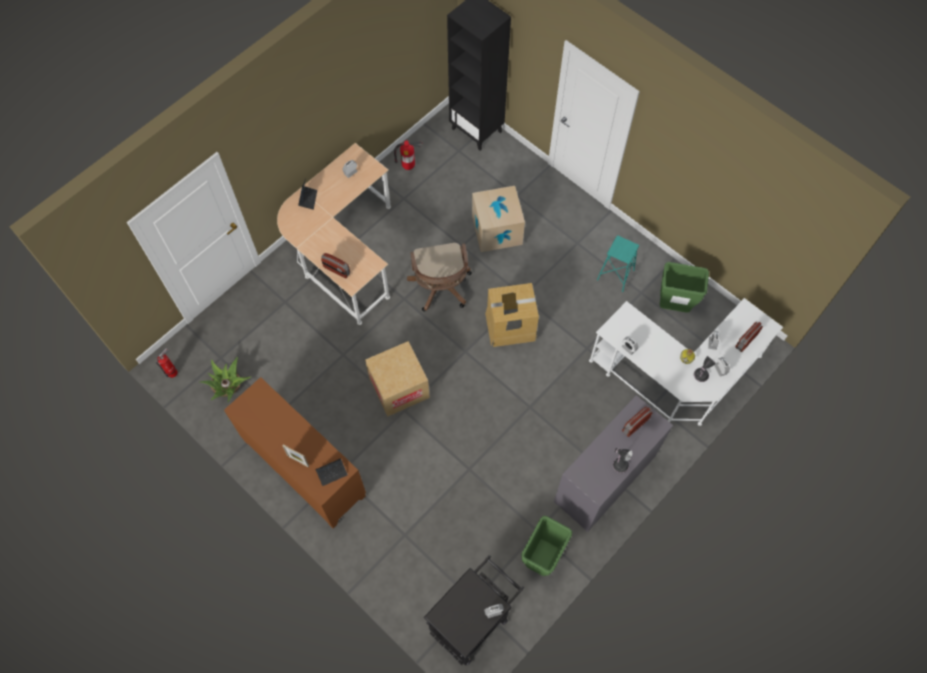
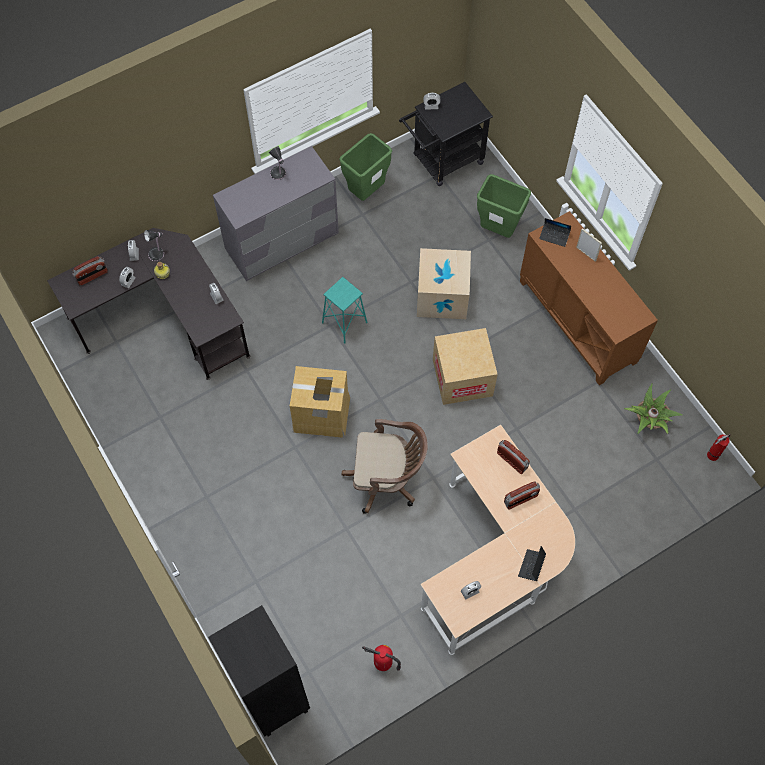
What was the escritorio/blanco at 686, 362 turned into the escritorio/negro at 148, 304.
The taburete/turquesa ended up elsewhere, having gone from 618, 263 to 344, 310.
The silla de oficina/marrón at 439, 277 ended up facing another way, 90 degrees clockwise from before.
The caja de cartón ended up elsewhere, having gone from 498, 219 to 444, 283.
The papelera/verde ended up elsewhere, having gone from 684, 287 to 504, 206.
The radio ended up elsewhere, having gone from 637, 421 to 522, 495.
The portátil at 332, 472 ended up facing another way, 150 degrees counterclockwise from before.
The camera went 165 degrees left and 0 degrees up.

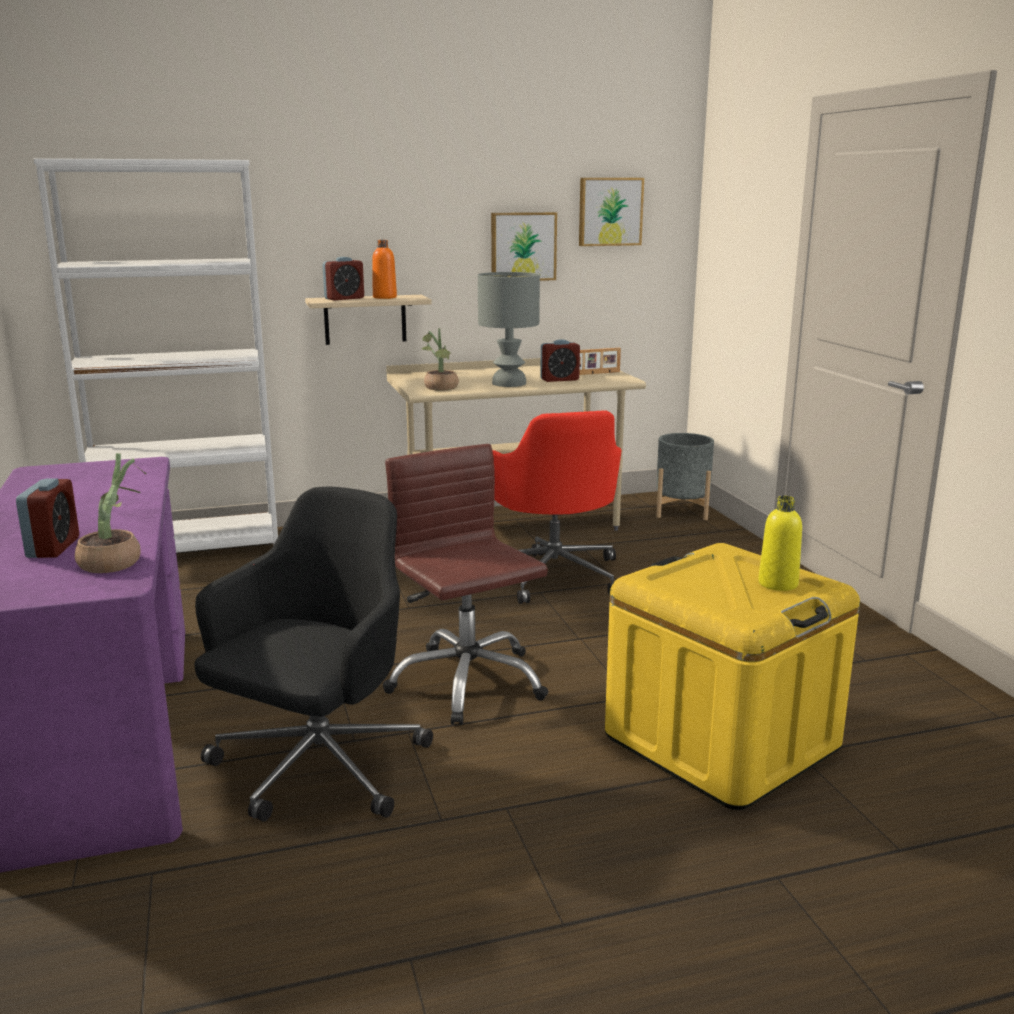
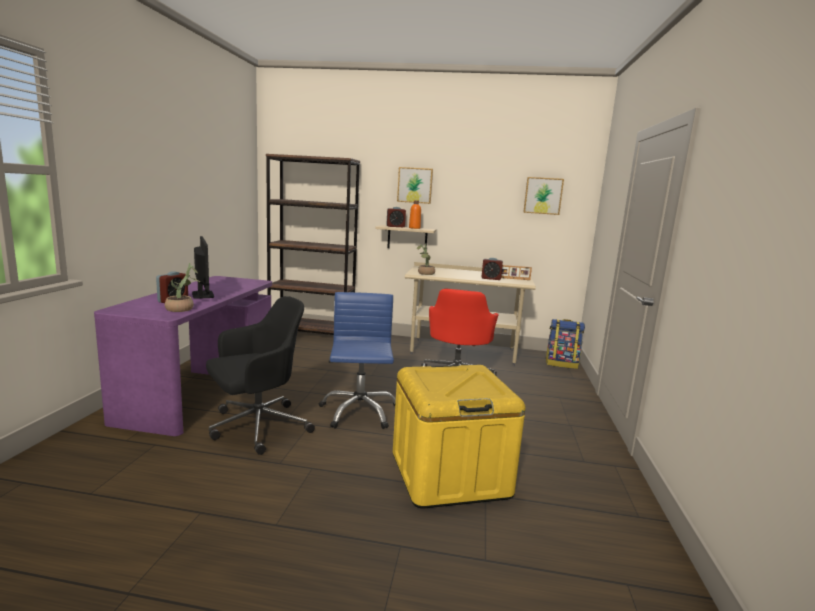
The second view gained the monitor at 203, 267.
What was the estantería/blanco at 156, 355 turned into the estantería/marrón at 313, 244.
What was the silla de oficina/marrón at 465, 584 turned into the silla de oficina/azul at 357, 360.
The cuadro ended up elsewhere, having gone from 524, 246 to 415, 185.
Where the maceta/gris stood at 685, 476, the mochila came to stand at 565, 344.
The second view lost the lámpara de mesa/gris at 509, 329.
The second view lost the botella/amarillo at 780, 543.
The camera went 25 degrees right and 5 degrees down.

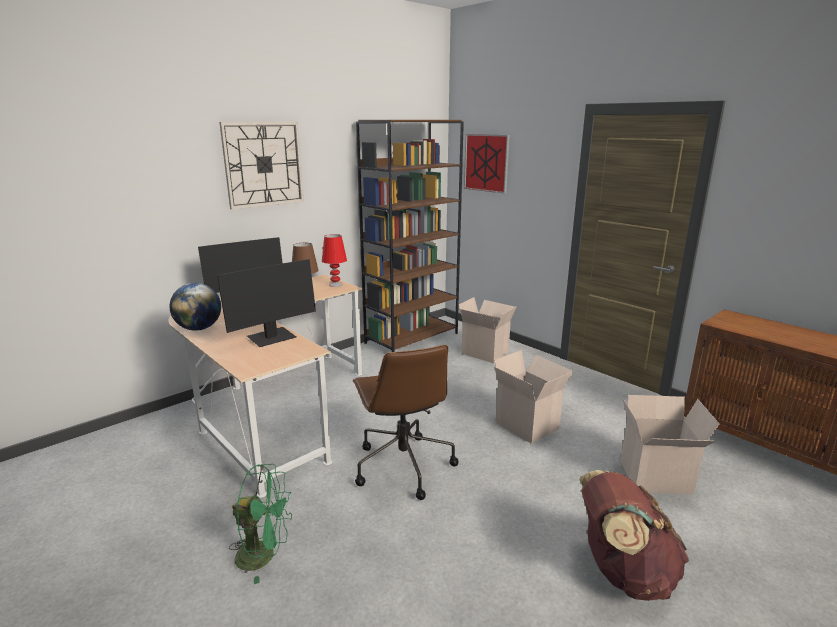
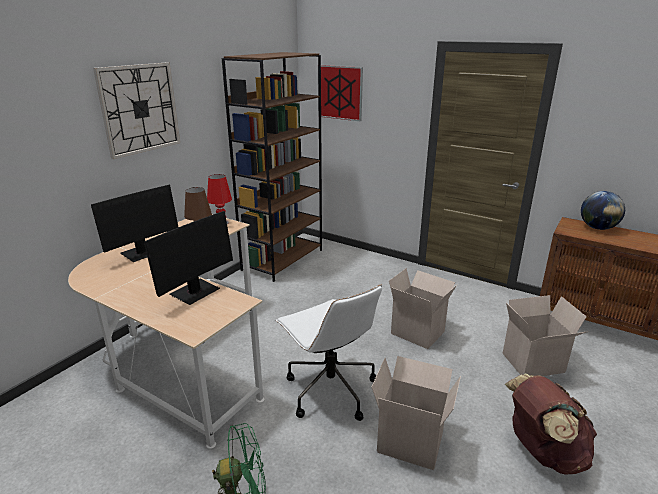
What was the silla de oficina/marrón at 406, 422 turned into the silla de oficina/blanco at 329, 352.
The caja de cartón ended up elsewhere, having gone from 488, 330 to 416, 413.
The globo terráqueo ended up elsewhere, having gone from 195, 307 to 603, 210.
The camera went 15 degrees left and 5 degrees up.

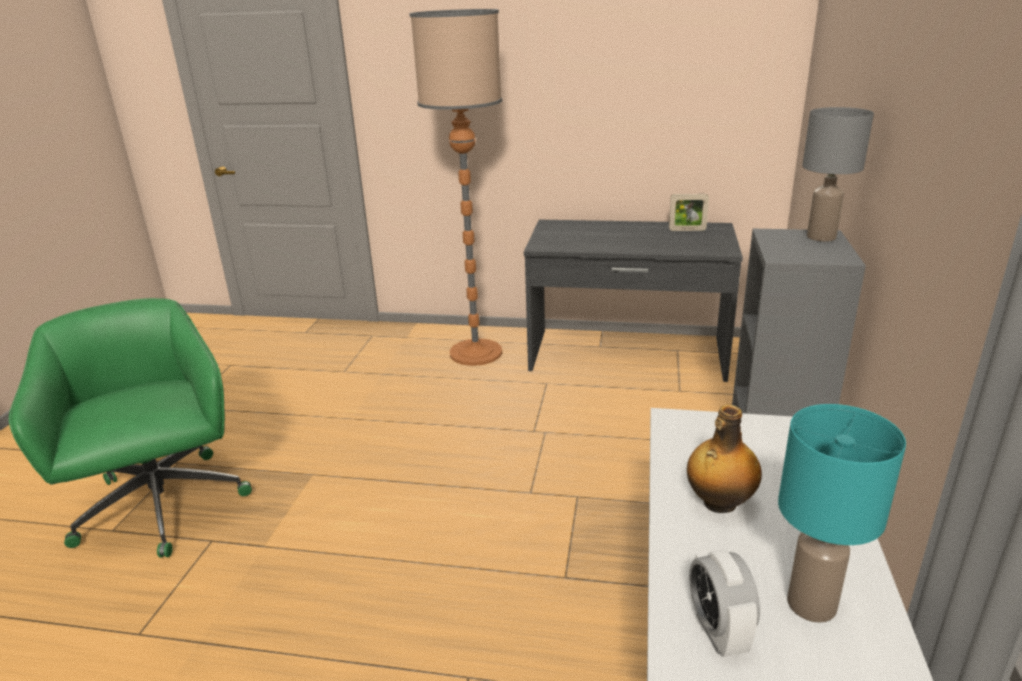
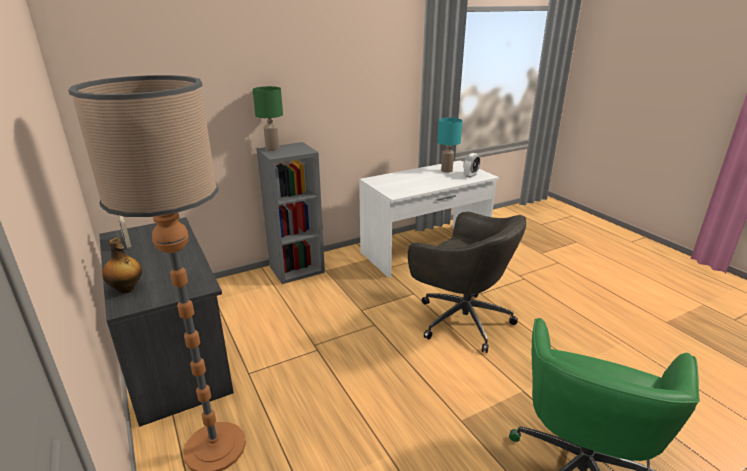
The botella ended up elsewhere, having gone from 724, 458 to 122, 266.
What was the lámpara de mesa/gris at 838, 174 turned into the lámpara de mesa/verde at 268, 118.
The second view gained the silla de oficina/gris at 467, 282.
The camera went 130 degrees left and 0 degrees up.

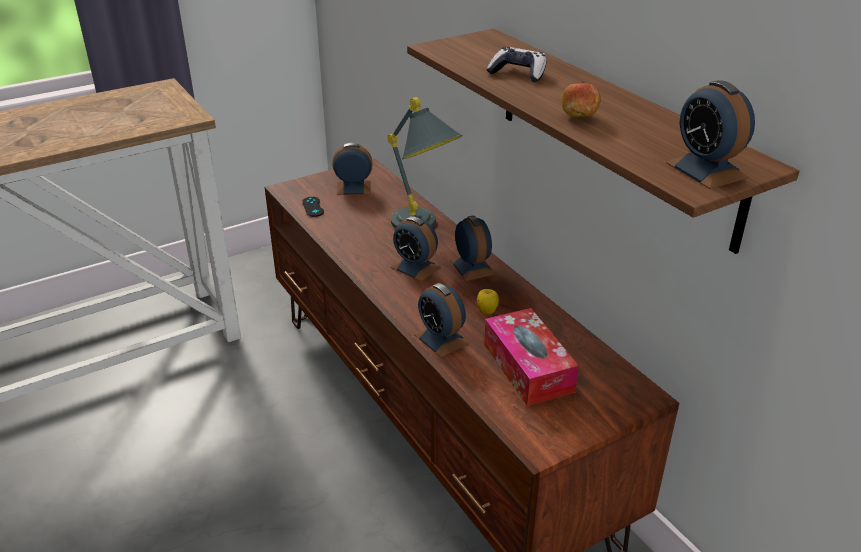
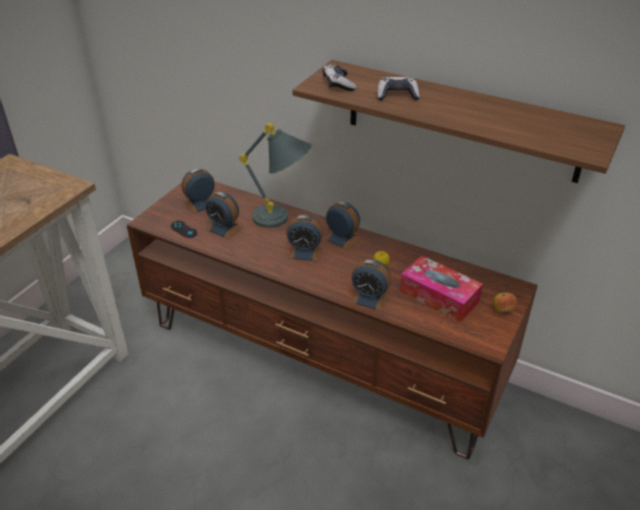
The despertador ended up elsewhere, having gone from 710, 134 to 224, 215.
The second view gained the mando de consola at 339, 77.
The manzana ended up elsewhere, having gone from 581, 99 to 505, 302.
The camera went 30 degrees left and 5 degrees up.

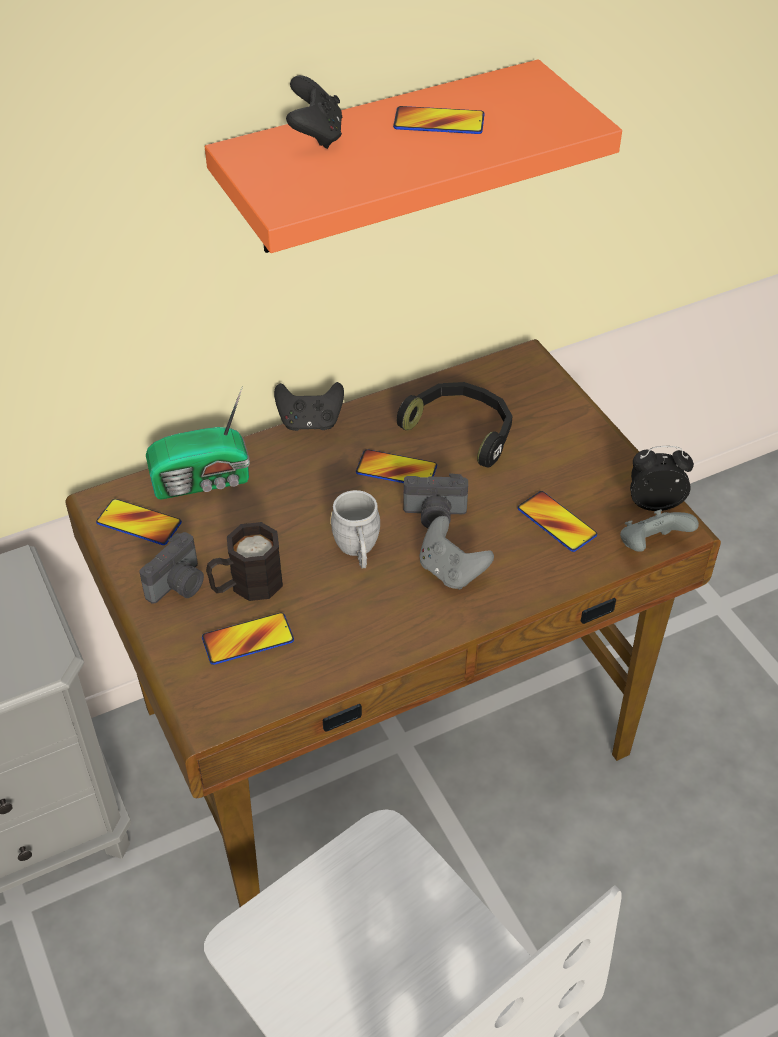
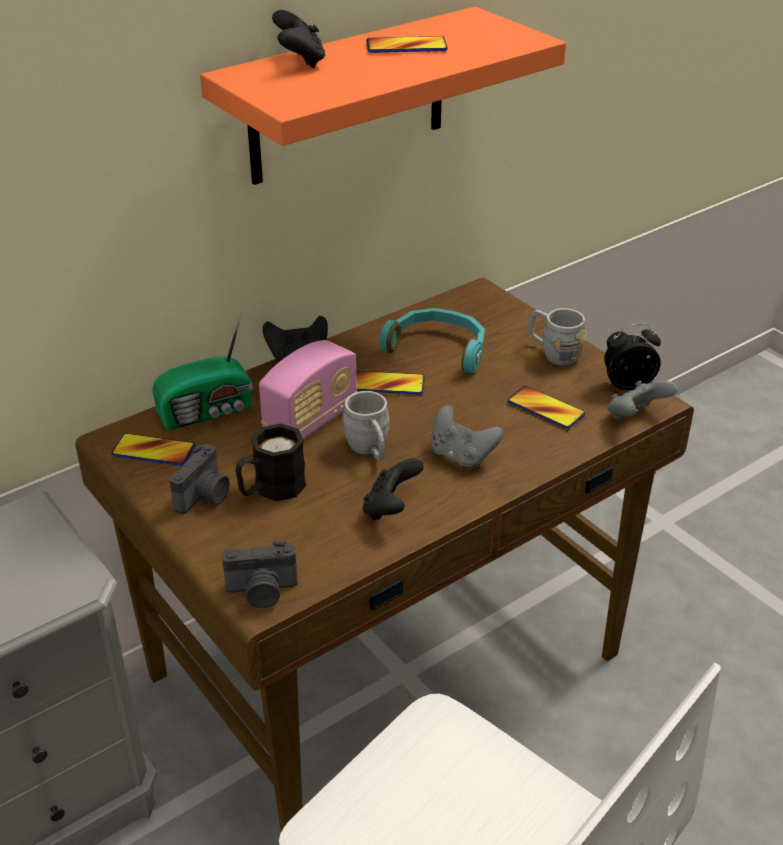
The cámara ended up elsewhere, having gone from 435, 500 to 260, 574.
The second view gained the radio at 308, 389.
The second view gained the mando de consola/negro at 393, 489.
What was the auriculares/negro at 455, 425 turned into the auriculares/turquesa at 432, 340.
The second view gained the taza grande/gris at 557, 337.
The second view lost the móvil at 248, 639.
The camera went 10 degrees left and 10 degrees down.

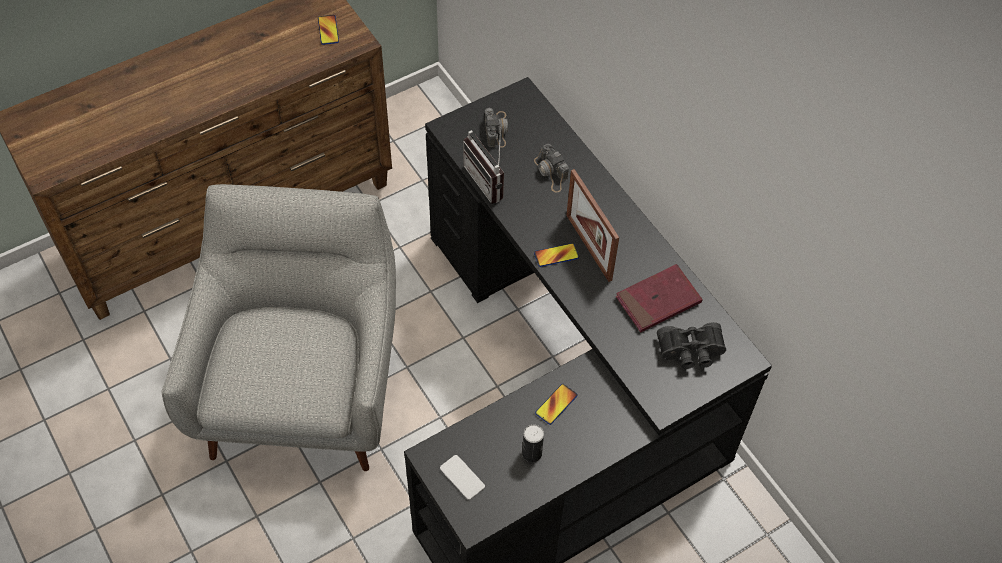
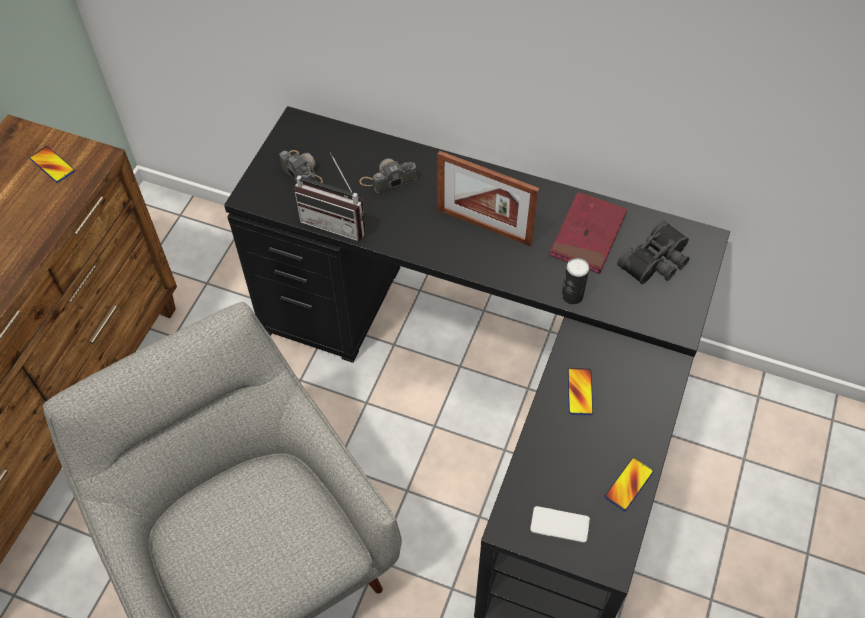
The cámara at 551, 168 ended up facing another way, 135 degrees clockwise from before.
The lata ended up elsewhere, having gone from 533, 443 to 575, 281.
The móvil ended up elsewhere, having gone from 556, 255 to 629, 484.
The camera went 35 degrees left and 0 degrees up.

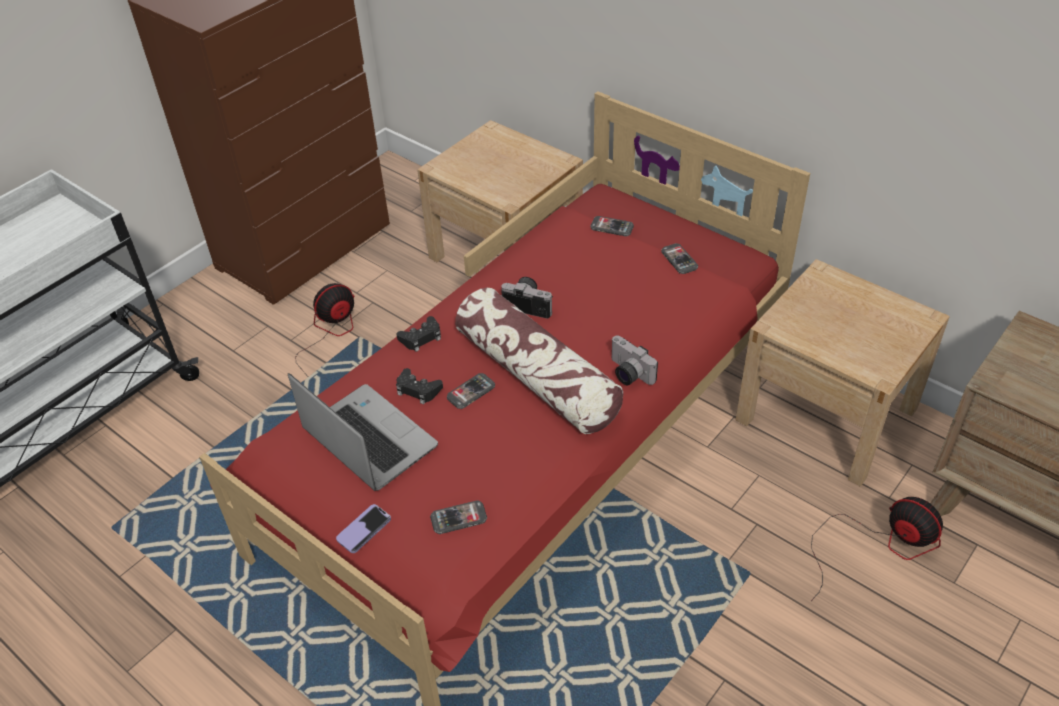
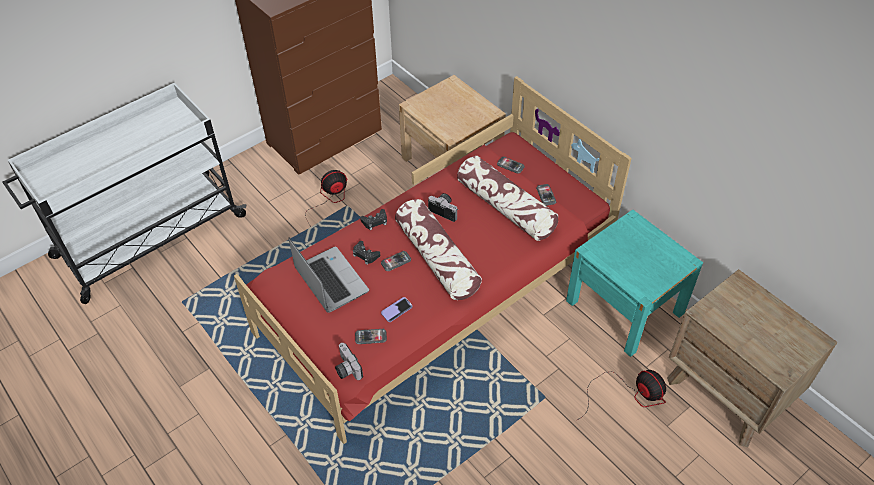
The cámara ended up elsewhere, having gone from 635, 360 to 349, 361.
The móvil ended up elsewhere, having gone from 363, 528 to 396, 309.
The second view gained the cojín at 507, 198.
What was the mesita de noche/beis at 843, 372 turned into the mesita de noche/turquesa at 634, 283.
The camera went 10 degrees right and 5 degrees up.

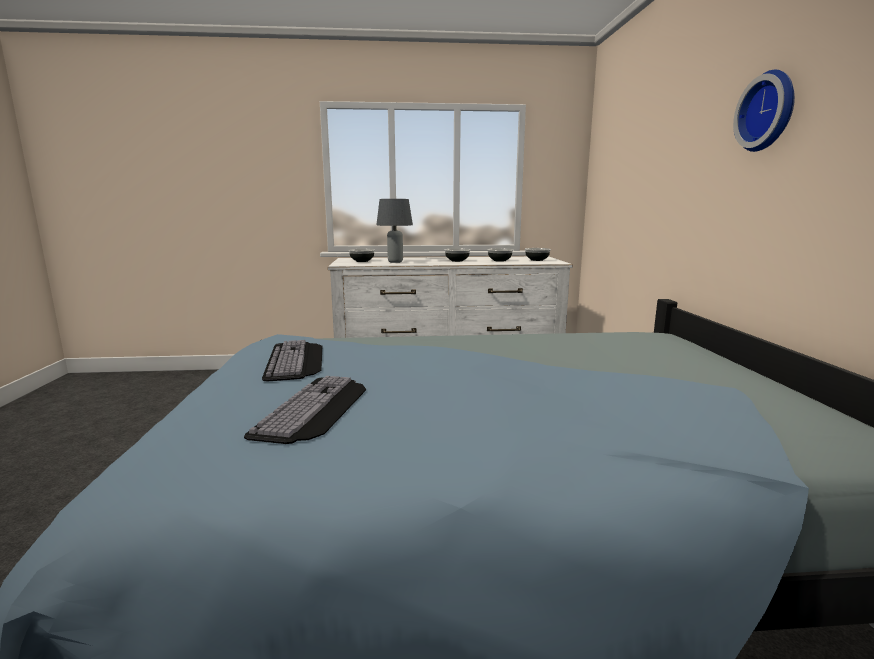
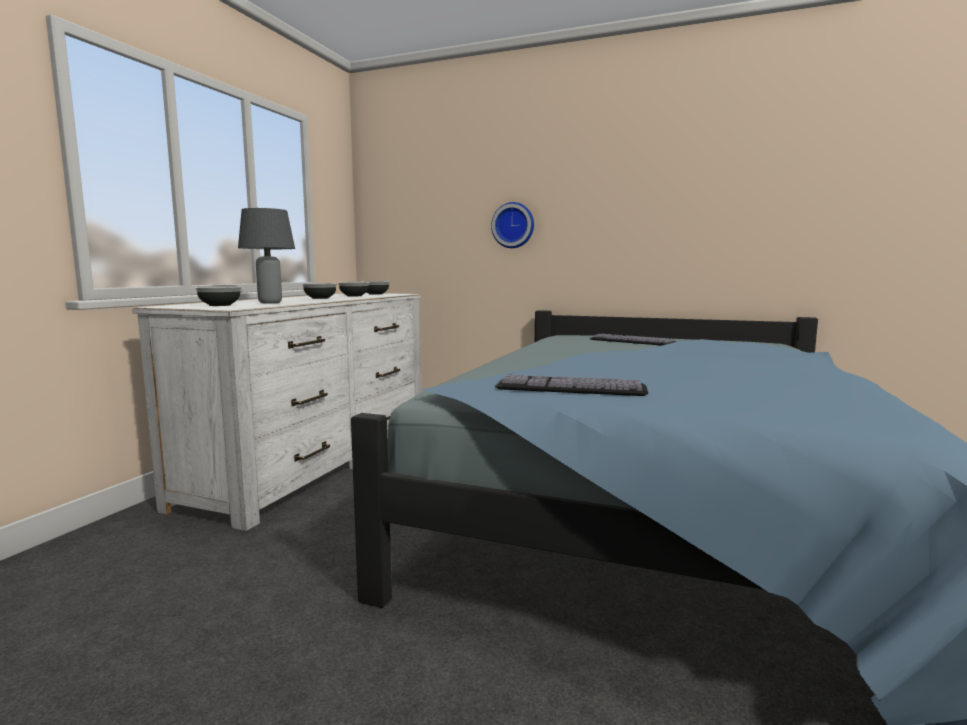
The reloj de pared ended up elsewhere, having gone from 764, 111 to 512, 225.
The teclado ended up elsewhere, having gone from 305, 410 to 632, 340.
The camera went 65 degrees left and 5 degrees down.

